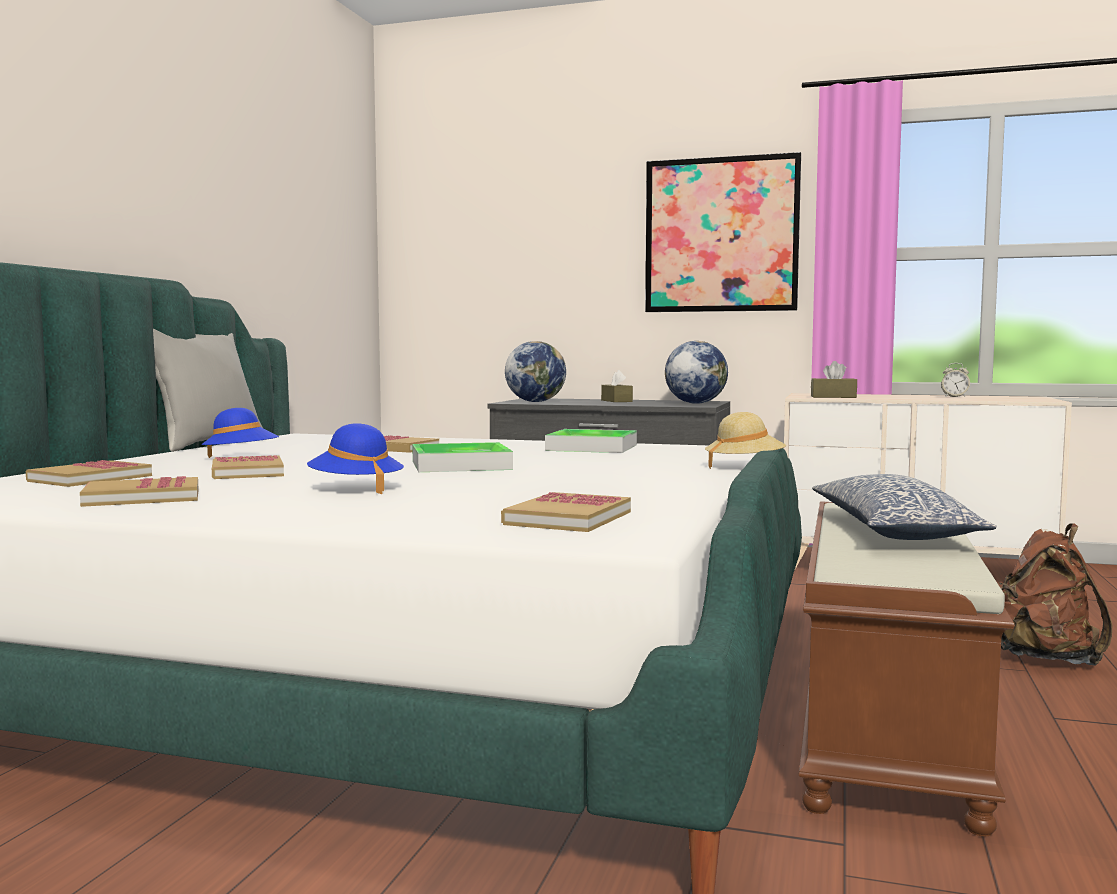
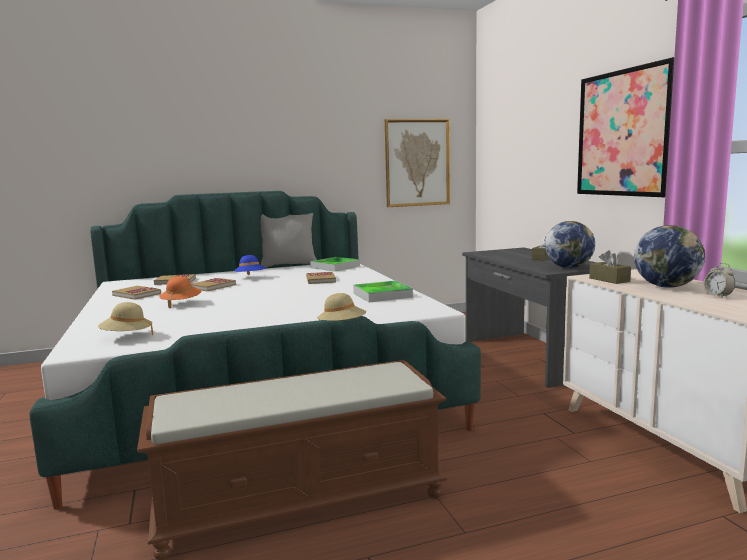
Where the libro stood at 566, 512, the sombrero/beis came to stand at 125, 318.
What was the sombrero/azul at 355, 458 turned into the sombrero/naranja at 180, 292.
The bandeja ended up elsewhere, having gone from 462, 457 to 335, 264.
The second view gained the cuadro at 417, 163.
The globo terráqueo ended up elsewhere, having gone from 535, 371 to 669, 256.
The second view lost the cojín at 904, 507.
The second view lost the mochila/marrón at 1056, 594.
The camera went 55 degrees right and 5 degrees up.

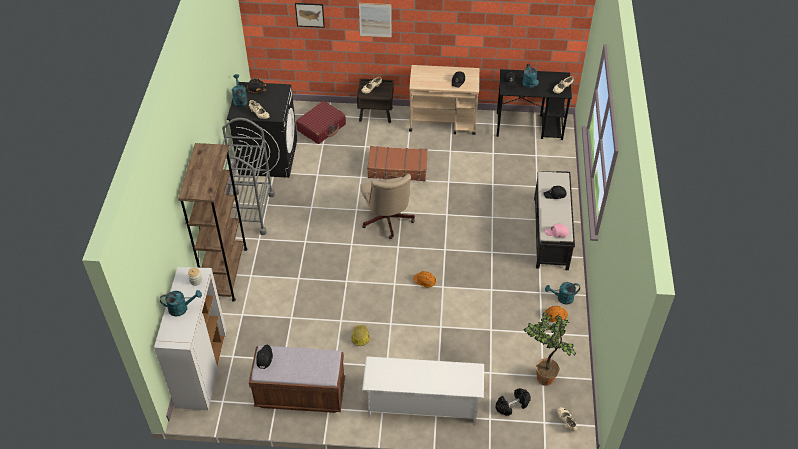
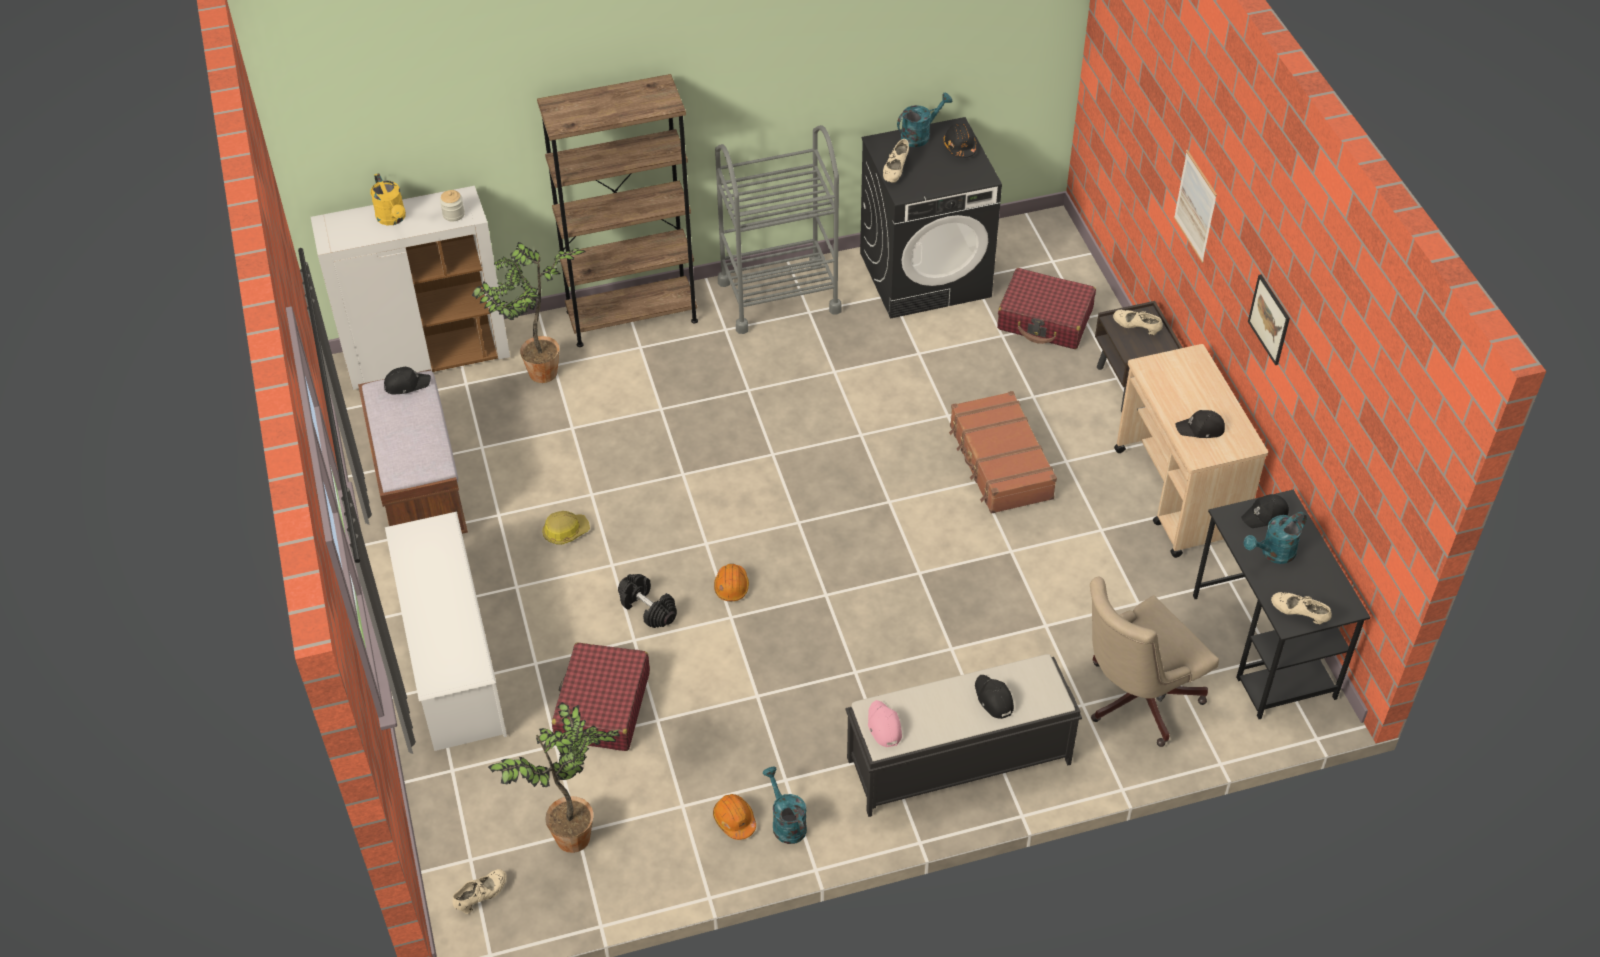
What was the regadera/turquesa at 181, 303 turned into the regadera/amarillo at 388, 199.
The second view gained the planta en maceta at 528, 312.
The second view gained the maleta/rojo at 601, 697.
The mancuerna/negro ended up elsewhere, having gone from 513, 402 to 647, 601.
The silla de oficina/beis ended up elsewhere, having gone from 388, 206 to 1154, 662.
The cuadro ended up elsewhere, having gone from 310, 15 to 1269, 319.
The camera went 70 degrees right and 0 degrees up.

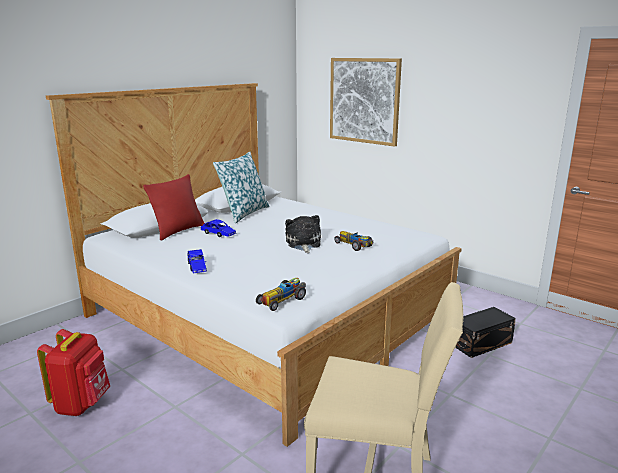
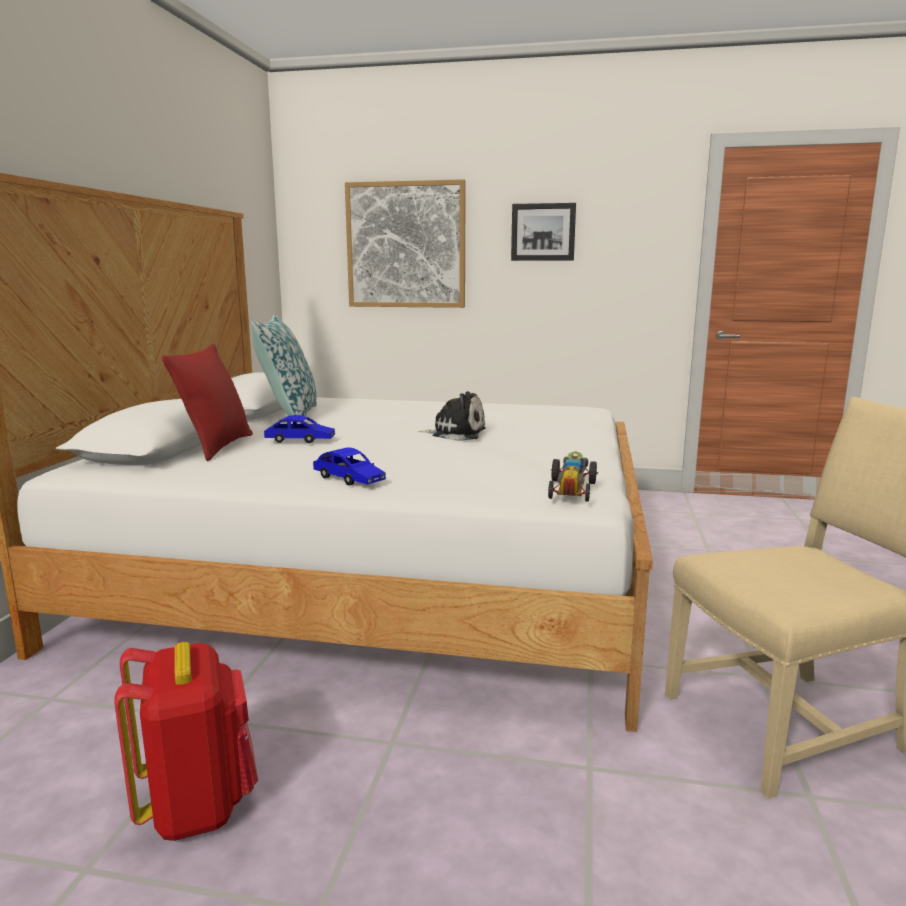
The peluche at 303, 234 ended up facing another way, 135 degrees clockwise from before.
The second view gained the cuadro at 543, 232.
The second view lost the coche de juguete at 353, 241.
The second view lost the caja de almacenaje/negro at 486, 332.
The camera went 30 degrees left and 5 degrees down.

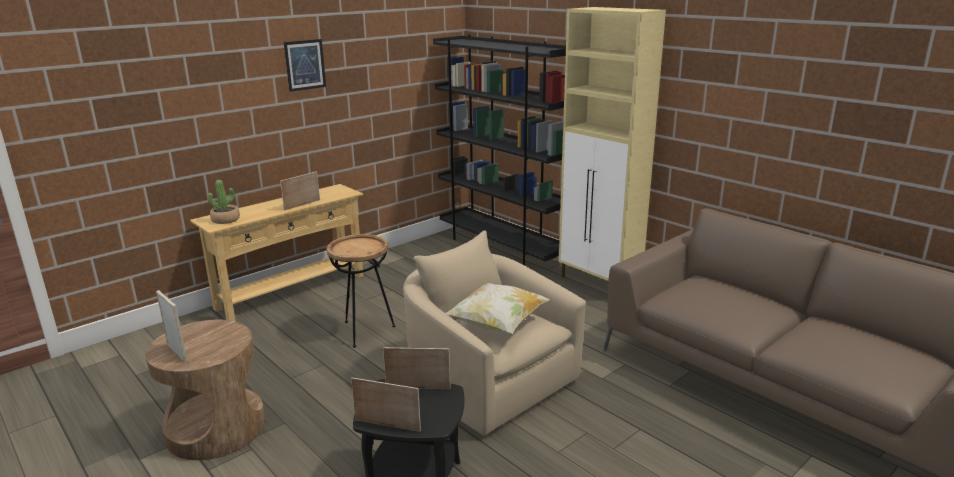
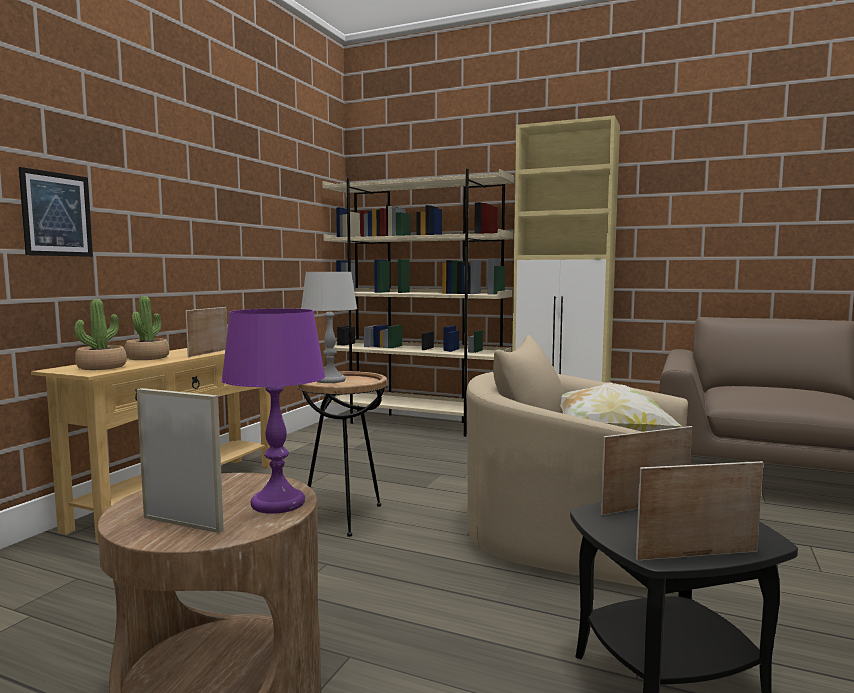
The cuadro ended up elsewhere, having gone from 305, 65 to 56, 212.
The second view gained the planta en maceta at 146, 328.
The second view gained the lámpara de mesa/morado at 273, 411.
The second view gained the lámpara de mesa/gris at 329, 327.
What was the estantería/negro at 499, 150 turned into the estantería/beis at 418, 303.
The camera went 25 degrees left and 15 degrees down.

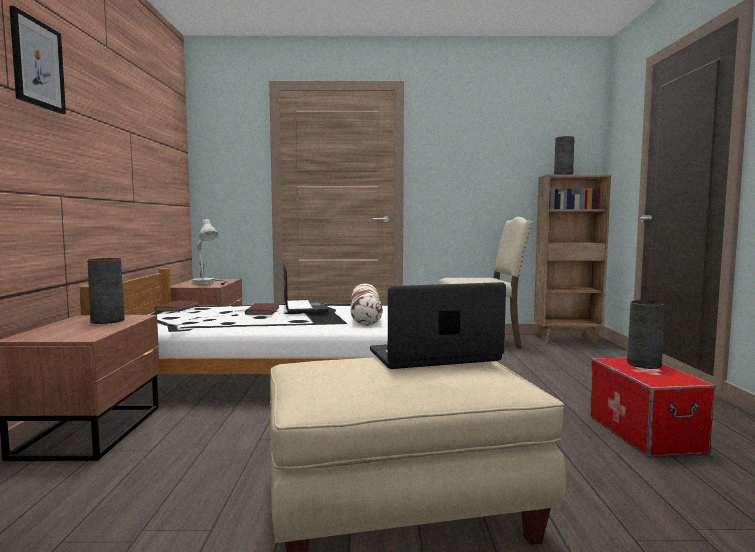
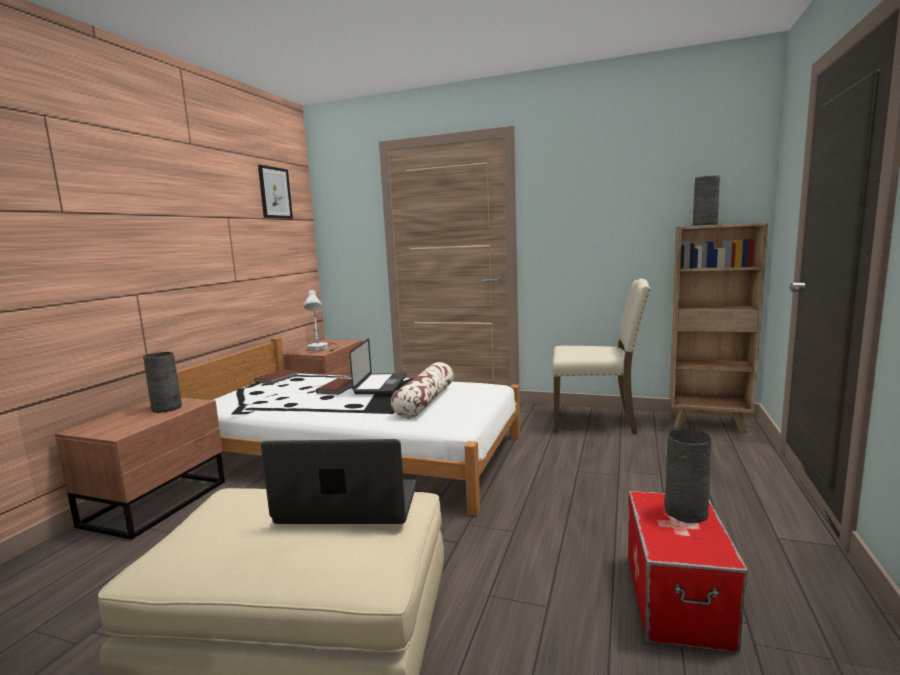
The cuadro ended up elsewhere, having gone from 37, 60 to 275, 192.
The camera went 20 degrees right and 5 degrees up.

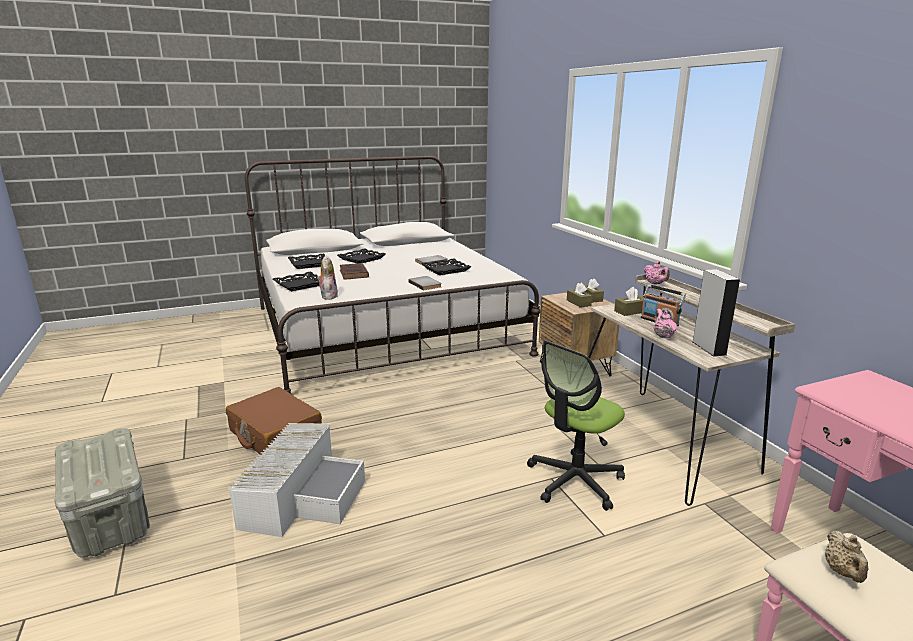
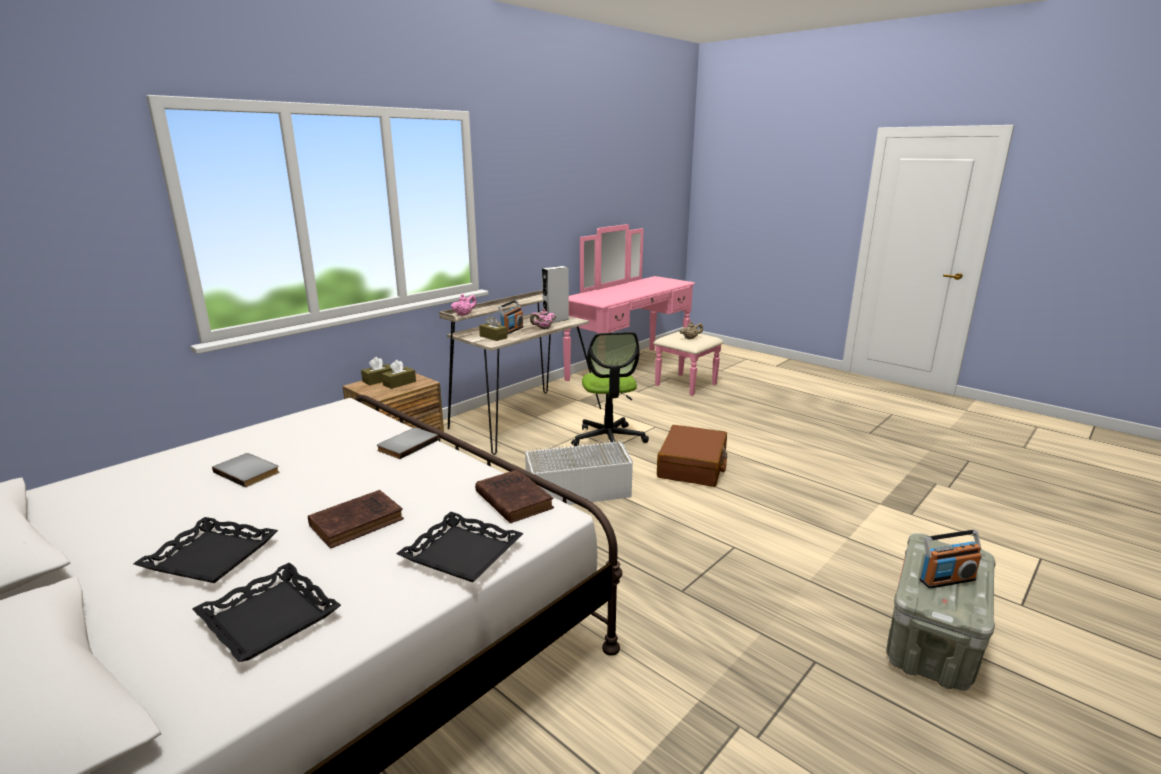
Where the peluche stood at 327, 277, the libro/marrón came to stand at 514, 496.
The caja de almacenaje/blanco ended up elsewhere, having gone from 296, 480 to 579, 472.
The silla de oficina at 576, 426 ended up facing another way, 60 degrees clockwise from before.
The maleta/marrón ended up elsewhere, having gone from 274, 421 to 692, 456.
The second view gained the radio at 950, 559.
The second view lost the bandeja/negro at 446, 266.
The camera went 115 degrees left and 0 degrees up.

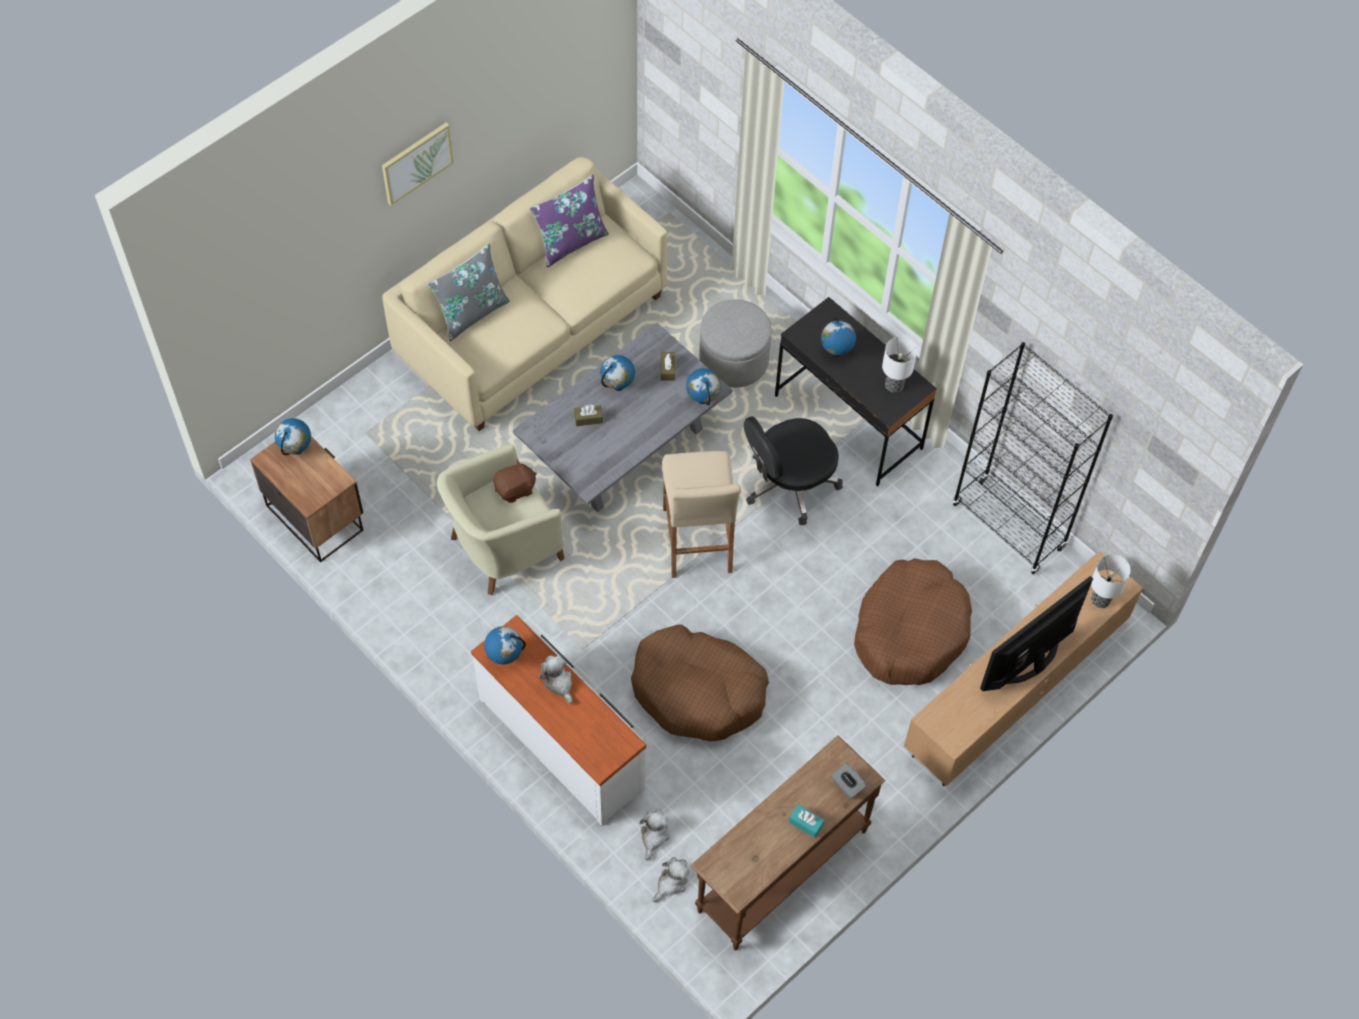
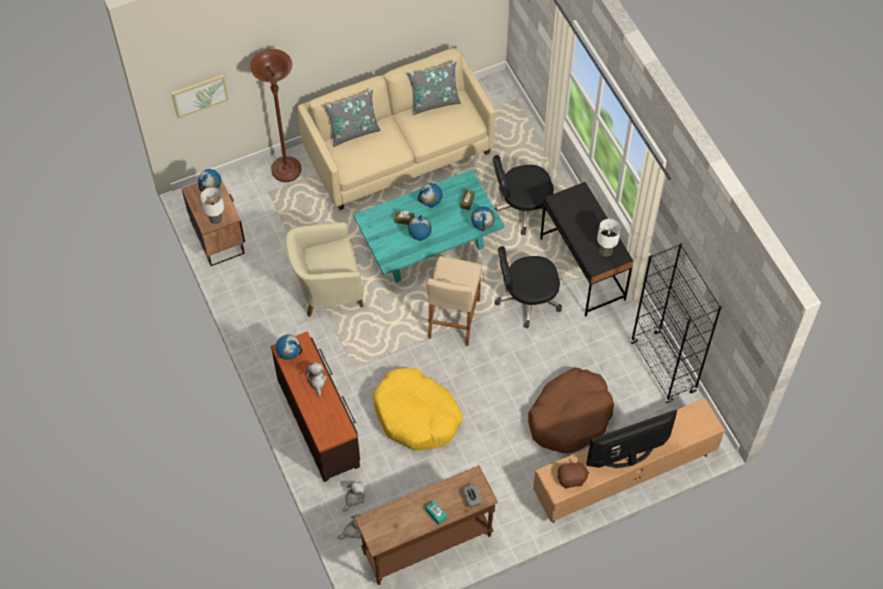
The cuadro ended up elsewhere, having gone from 418, 163 to 200, 96.
The lámpara de mesa ended up elsewhere, having gone from 1111, 581 to 212, 206.
The second view gained the lámpara de pie/marrón at 275, 115.
What was the cómoda/blanco at 558, 720 turned into the cómoda/marrón at 315, 407.
What was the mesa de centro/gris at 622, 417 turned into the mesa de centro/turquesa at 429, 226.
What was the cama para perro/marrón at 700, 683 turned into the cama para perro/amarillo at 418, 409.
What was the cojín/morado at 569, 220 turned into the cojín/gris at 434, 88.
The globo terráqueo ended up elsewhere, having gone from 838, 337 to 420, 228.
Where the puf/gris stood at 735, 343, the silla de oficina/negro came to stand at 523, 195.
The peluche/marrón ended up elsewhere, having gone from 515, 481 to 573, 474.
The camera went 20 degrees right and 0 degrees up.

